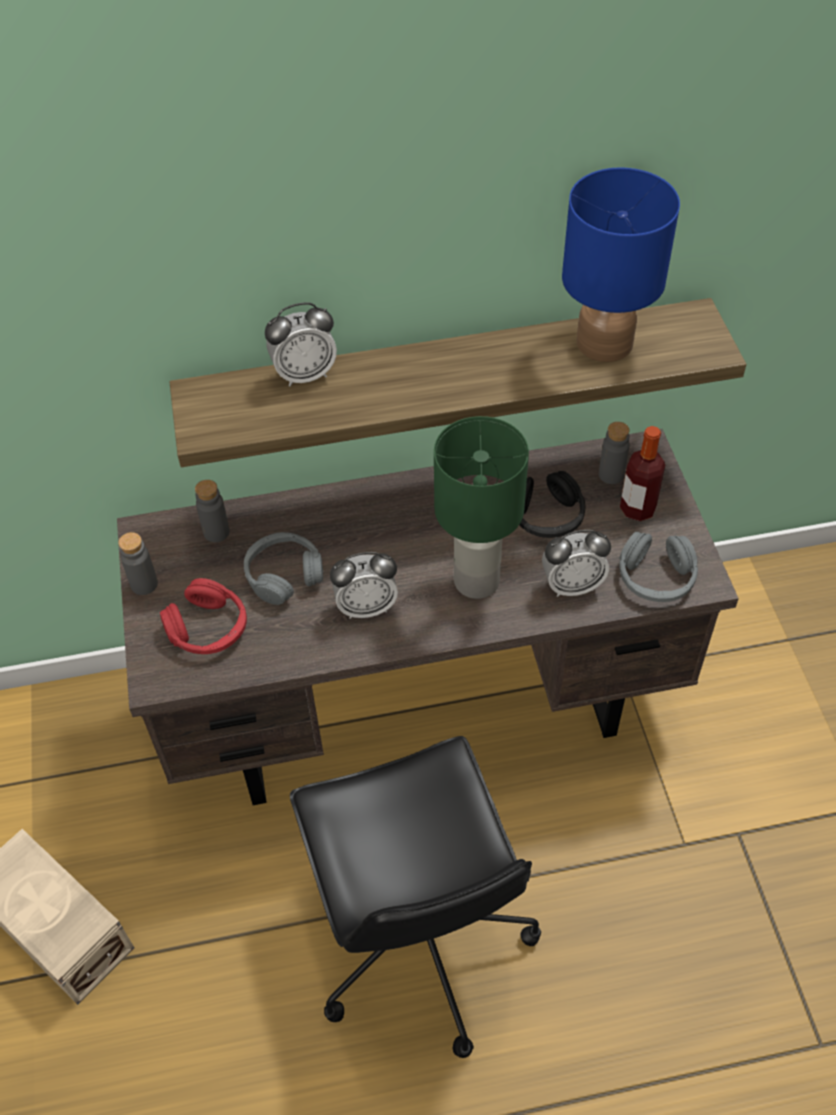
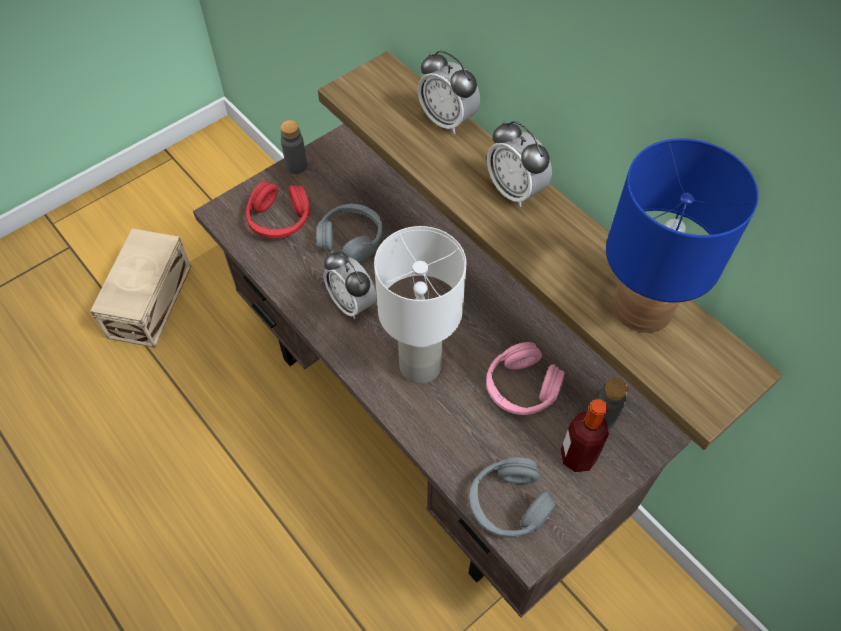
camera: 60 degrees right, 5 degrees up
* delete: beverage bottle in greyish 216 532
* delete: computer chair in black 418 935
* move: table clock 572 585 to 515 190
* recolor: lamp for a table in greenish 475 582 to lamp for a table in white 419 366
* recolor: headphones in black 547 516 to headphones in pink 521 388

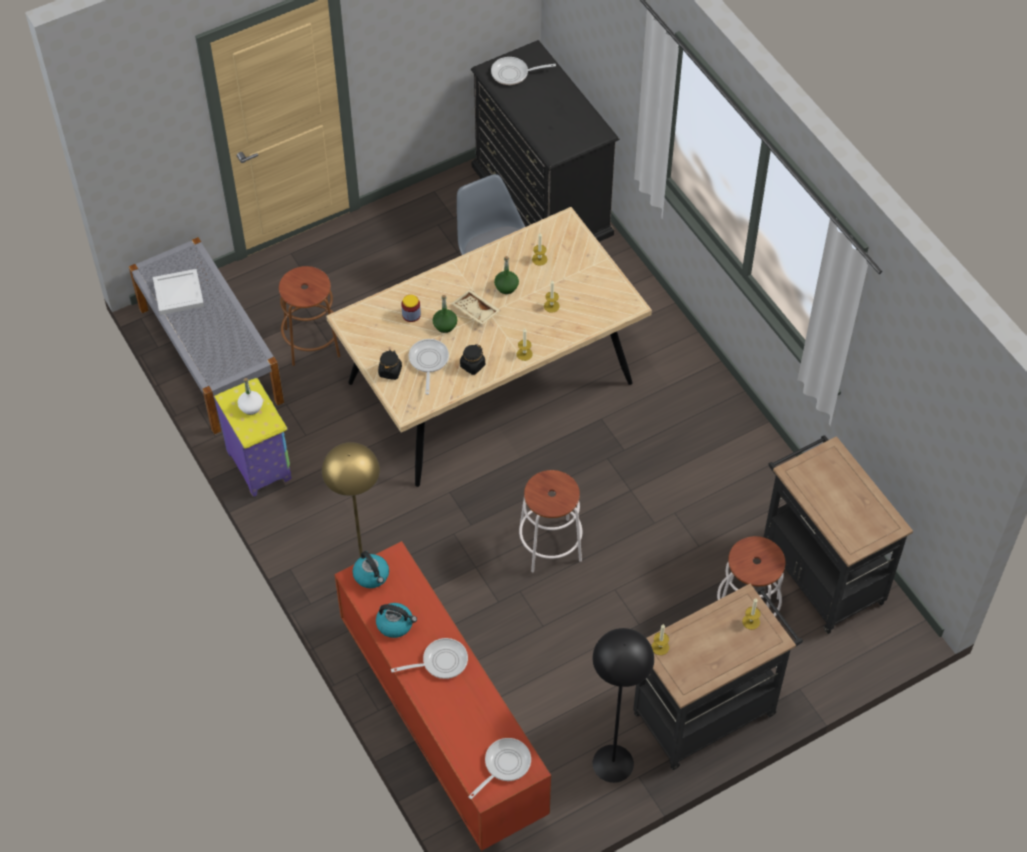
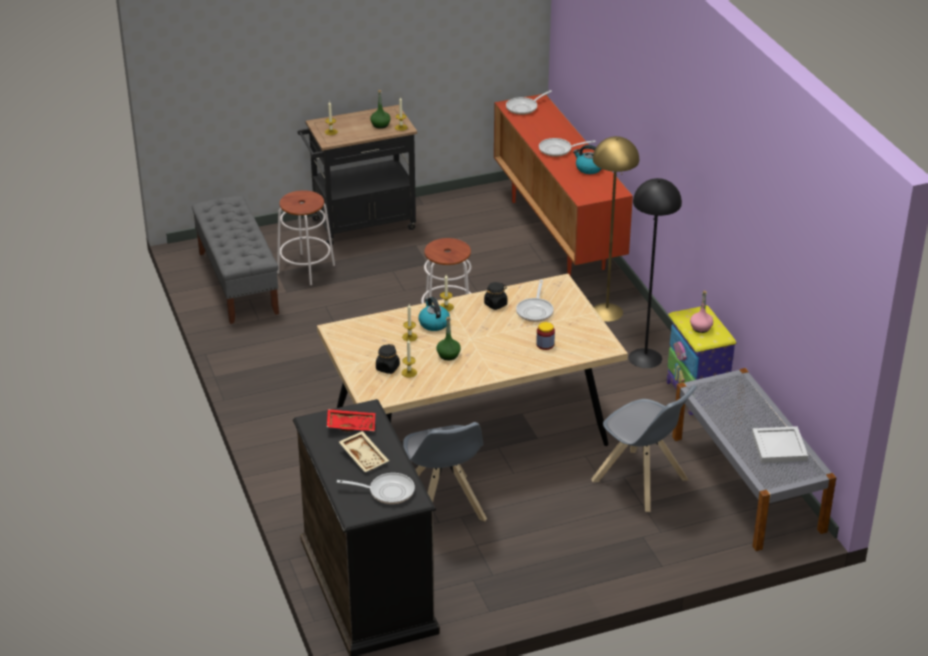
camera: 170 degrees left, 20 degrees down
* insert: tray in reddish 351 425
* move: tea kettle 372 576 to 433 323
* move: jar in black 390 371 to 387 368
* move: beverage bottle in greenish 445 325 to 380 125
* move: tray in beige 475 311 to 364 456
* move: floor lamp in black 612 763 to 645 358
* replace: stool seat in brownish 312 342 to chair in greyish 642 481
* replace: cart in black 819 572 to long seat in greyish 237 282
* recolor: beverage bottle in white 251 407 to beverage bottle in pink 701 328

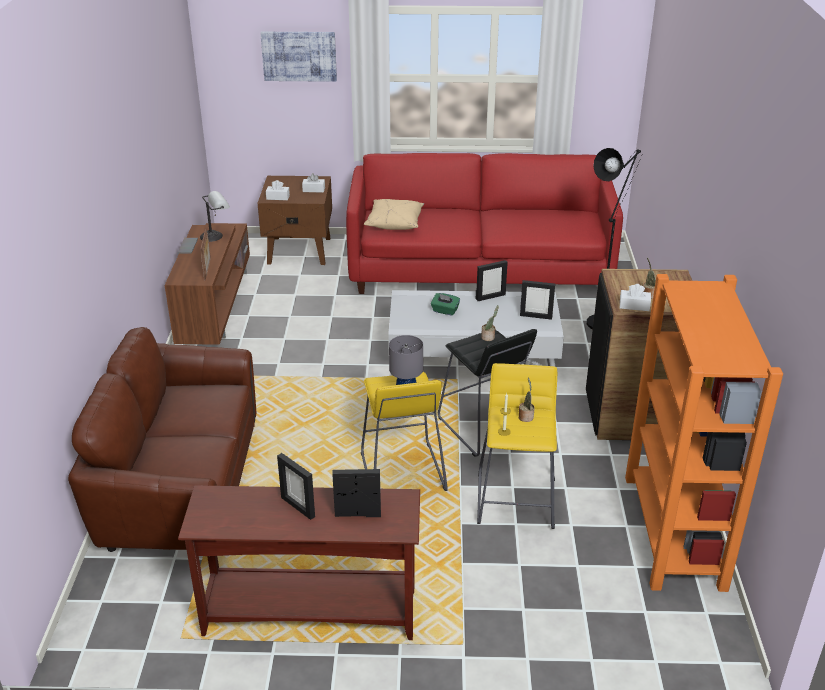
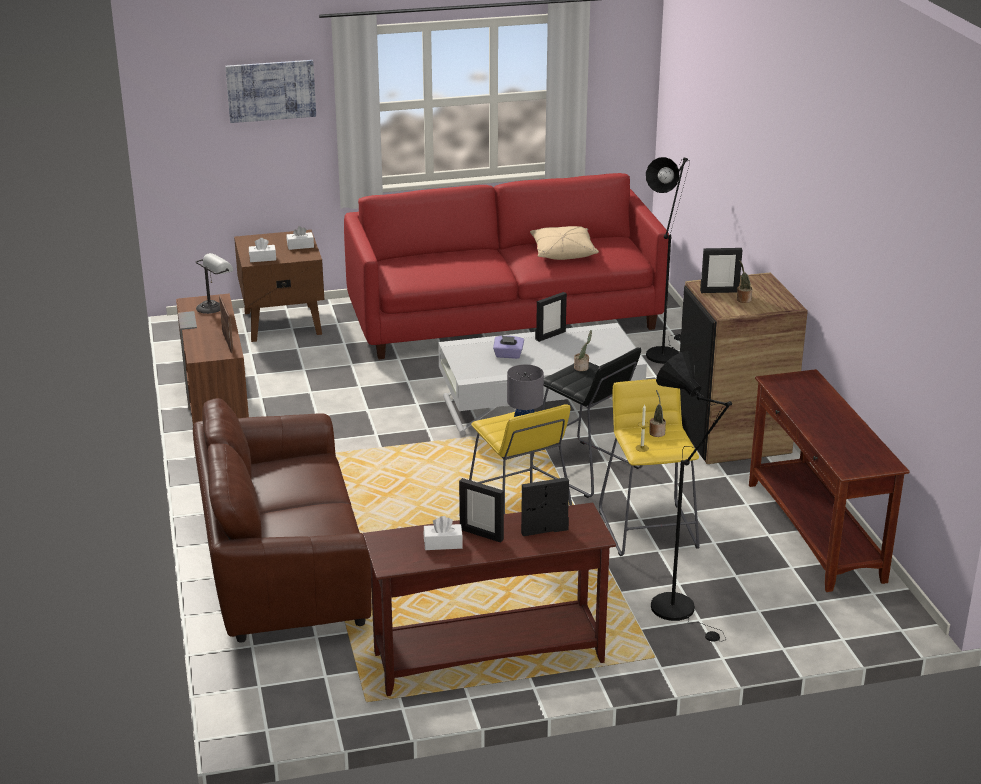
camera: 15 degrees left, 5 degrees down
* insert: floor lamp in black 680 611
* move: pillow in beige 394 223 to 562 253
* move: picture frame 536 316 to 719 291
* move: tissue holder in white 634 306 to 443 544
* replace: bookshelf in orangey 673 531 to console table in brownish 815 532
* recolor: tissue holder in greenish 445 311 to tissue holder in purple-coloured 508 355

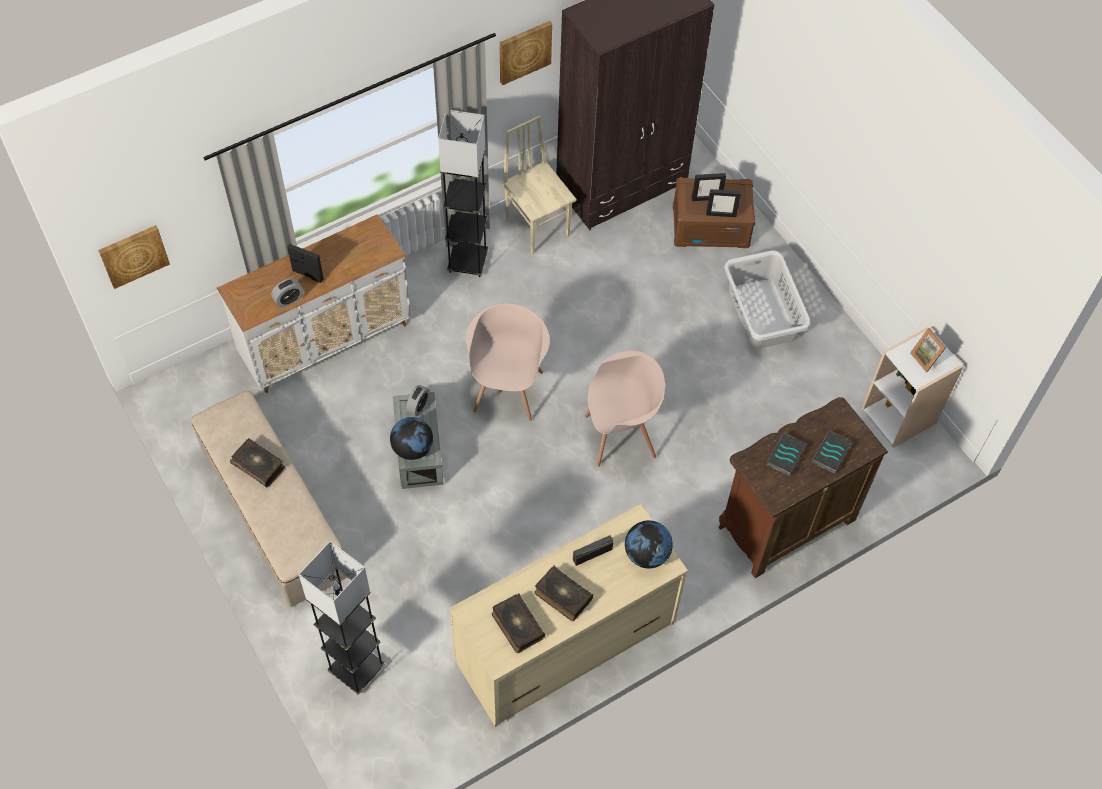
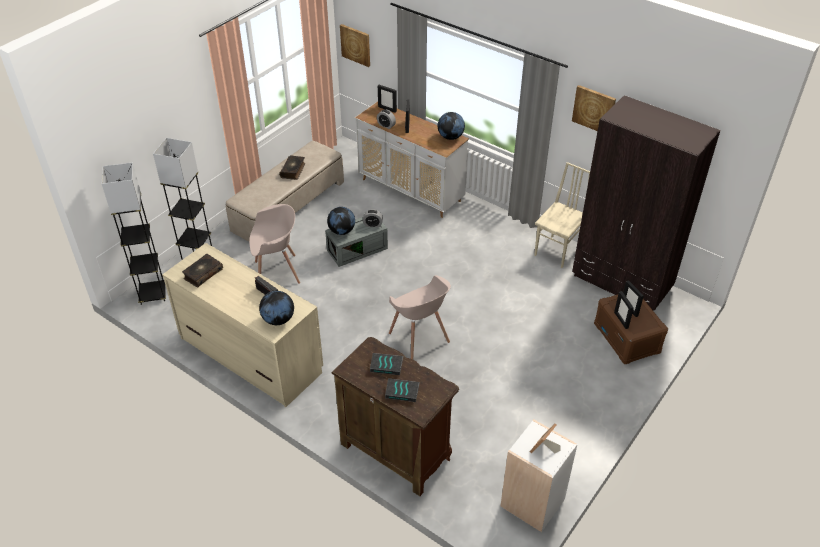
camera: 70 degrees right, 15 degrees down
* delete: bound book 562 596
* delete: hamper in greyish 761 314
* insert: picture frame 387 109
* insert: world globe 450 137
* move: floor lamp in greyish 468 262 to 153 294
* move: chair in beige 508 390 to 278 272

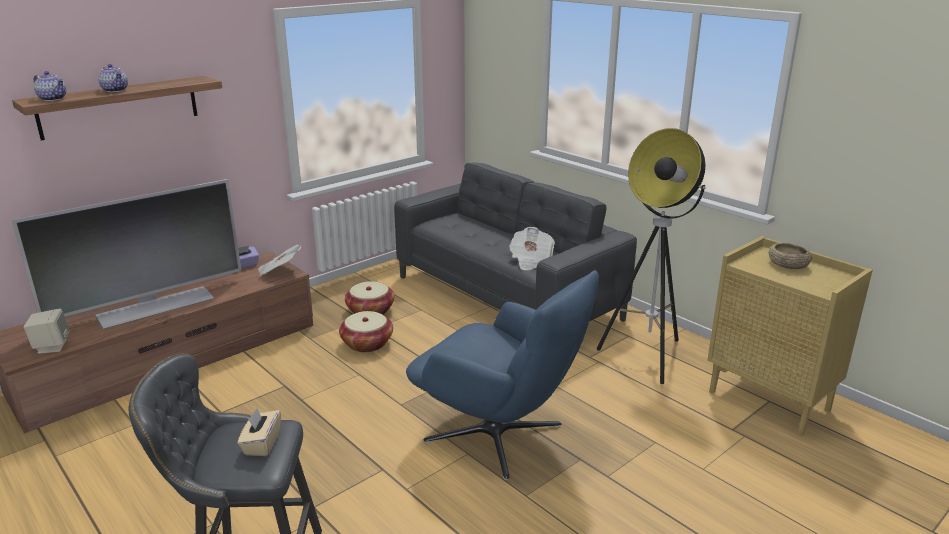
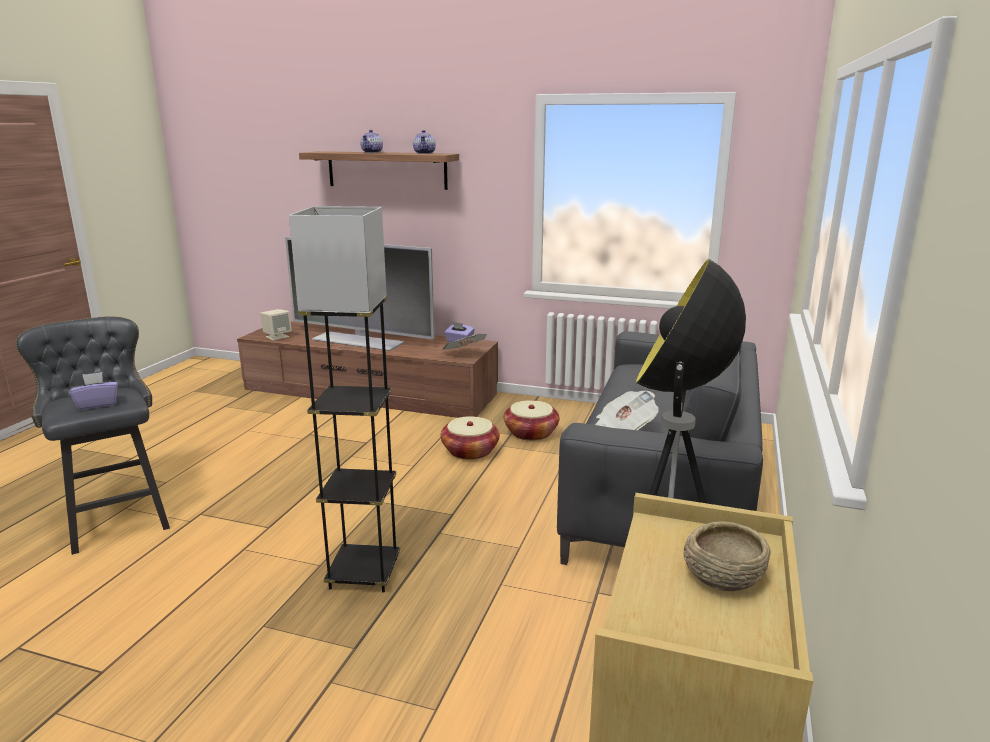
camera: 60 degrees right, 5 degrees down
* move: pot for tea 53 99 to 425 153
* replace: easy chair in blue 497 435 to floor lamp in greyish 363 573
* recolor: tissue holder in beige 261 444 to tissue holder in purple-coloured 97 404

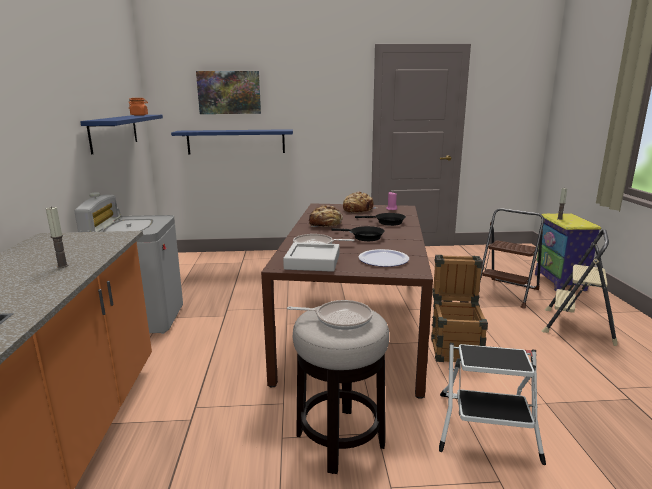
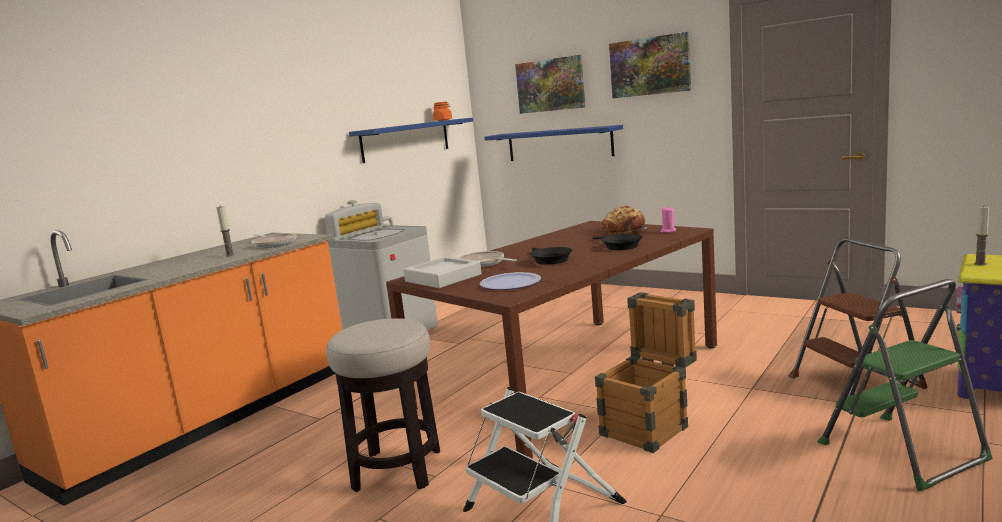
camera: 40 degrees right, 5 degrees down
* delete: bread 325 224
* insert: wall art 650 66
* move: skillet 340 319 to 274 244
* recolor: step stool in beige 582 327 to step stool in greenish 906 453

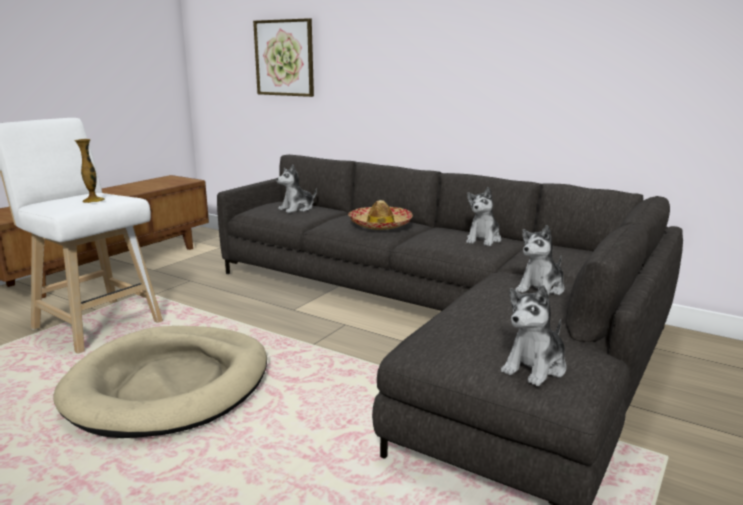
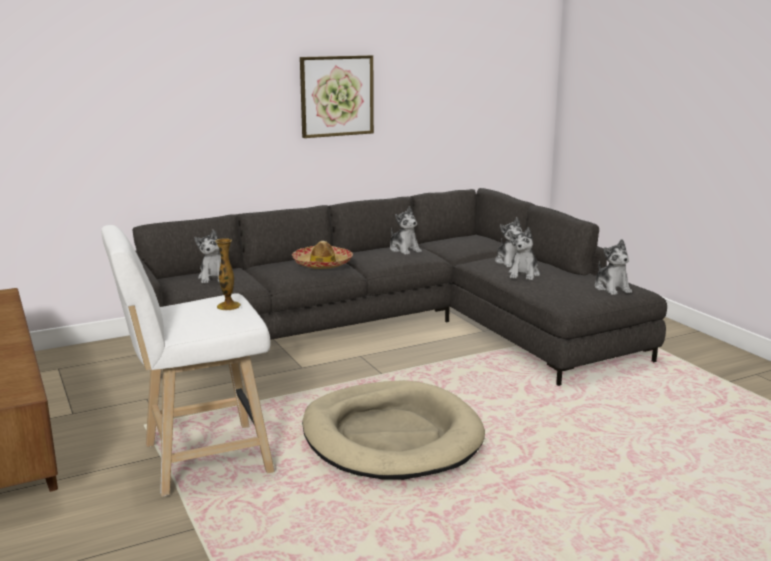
camera: 60 degrees left, 0 degrees up
* insert: soft toy 524 274
* move: wall art 284 58 to 336 96

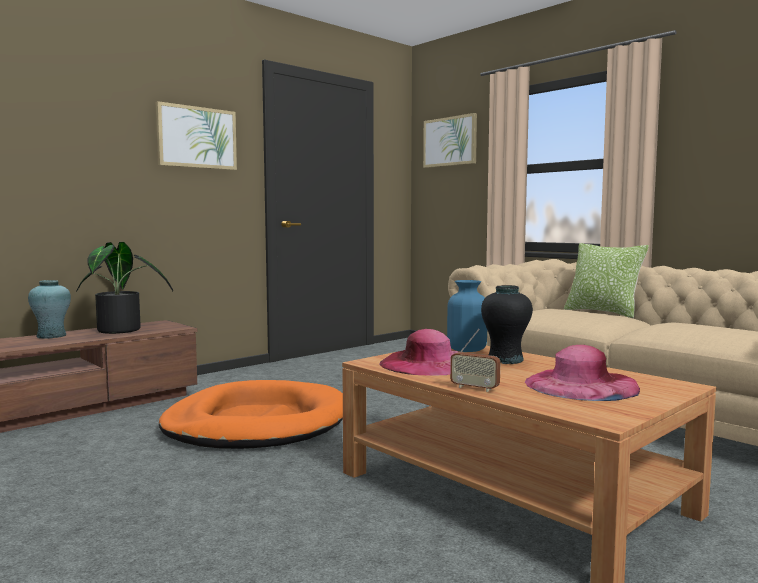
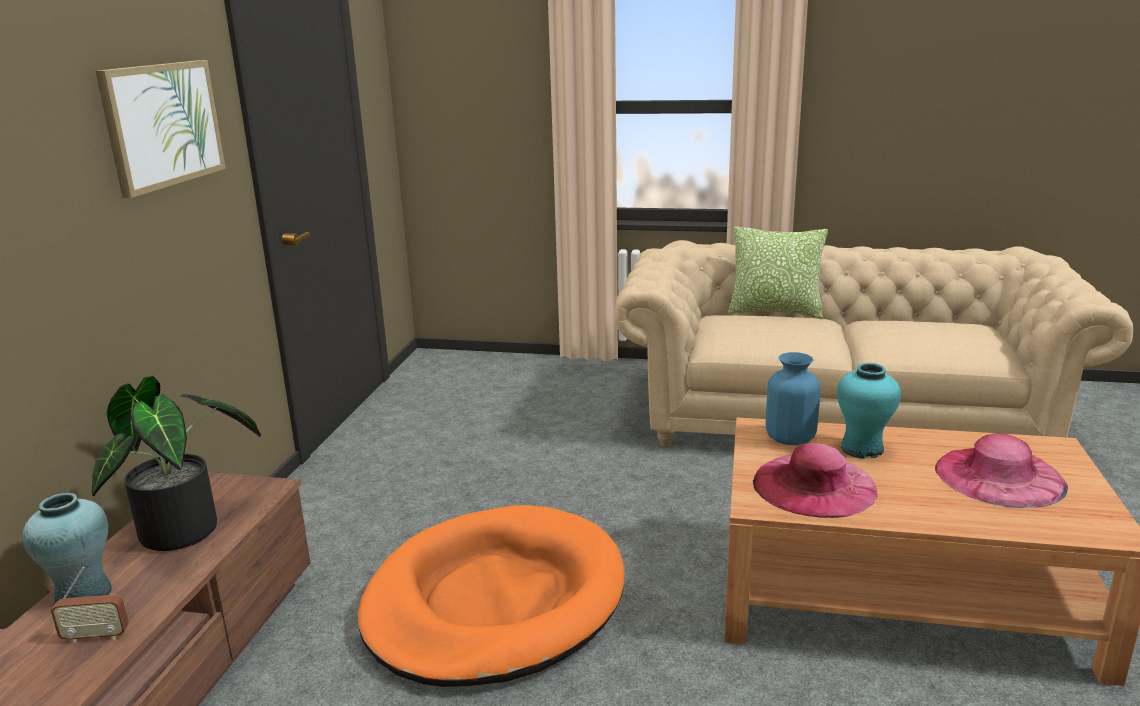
camera: 35 degrees left, 15 degrees up
* delete: wall art 450 141
* move: radio 474 388 to 96 636
* recolor: flower vase in black 505 360 to flower vase in turquoise-coloured 862 449

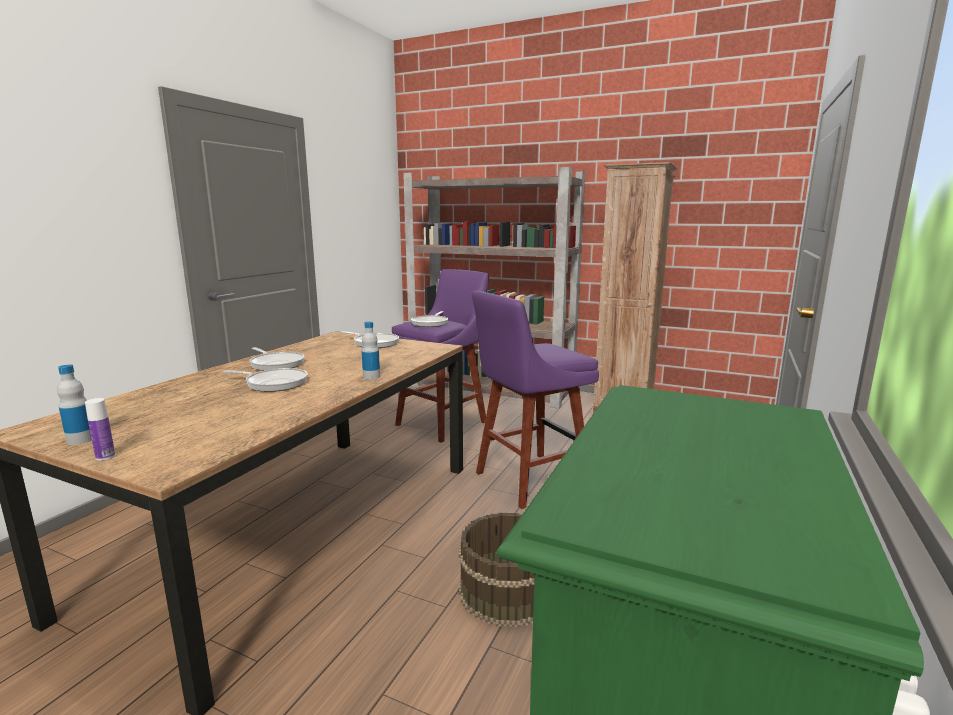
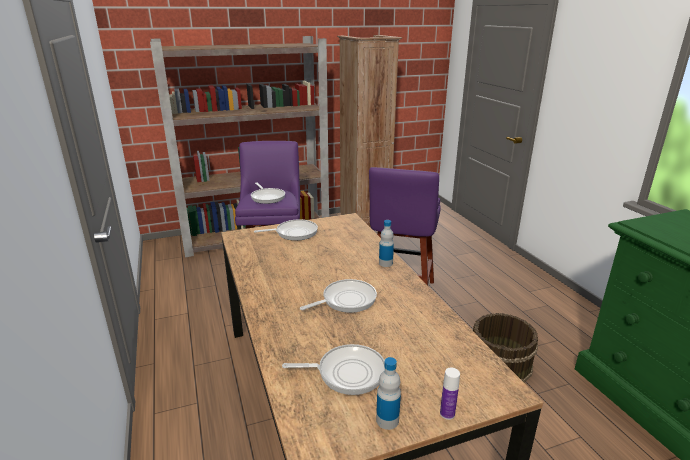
camera: 45 degrees left, 10 degrees up
* move: skillet 276 364 to 347 373

